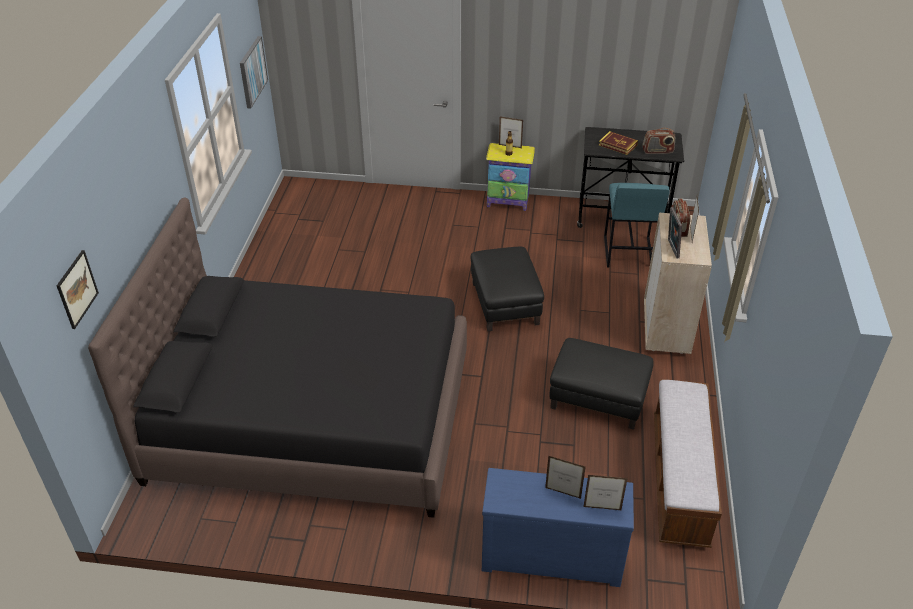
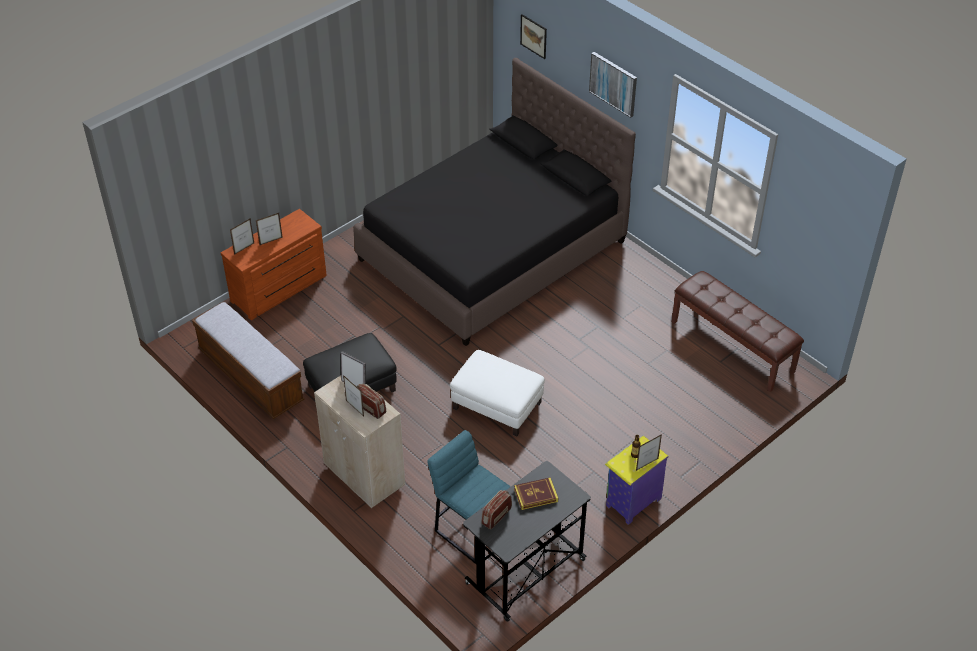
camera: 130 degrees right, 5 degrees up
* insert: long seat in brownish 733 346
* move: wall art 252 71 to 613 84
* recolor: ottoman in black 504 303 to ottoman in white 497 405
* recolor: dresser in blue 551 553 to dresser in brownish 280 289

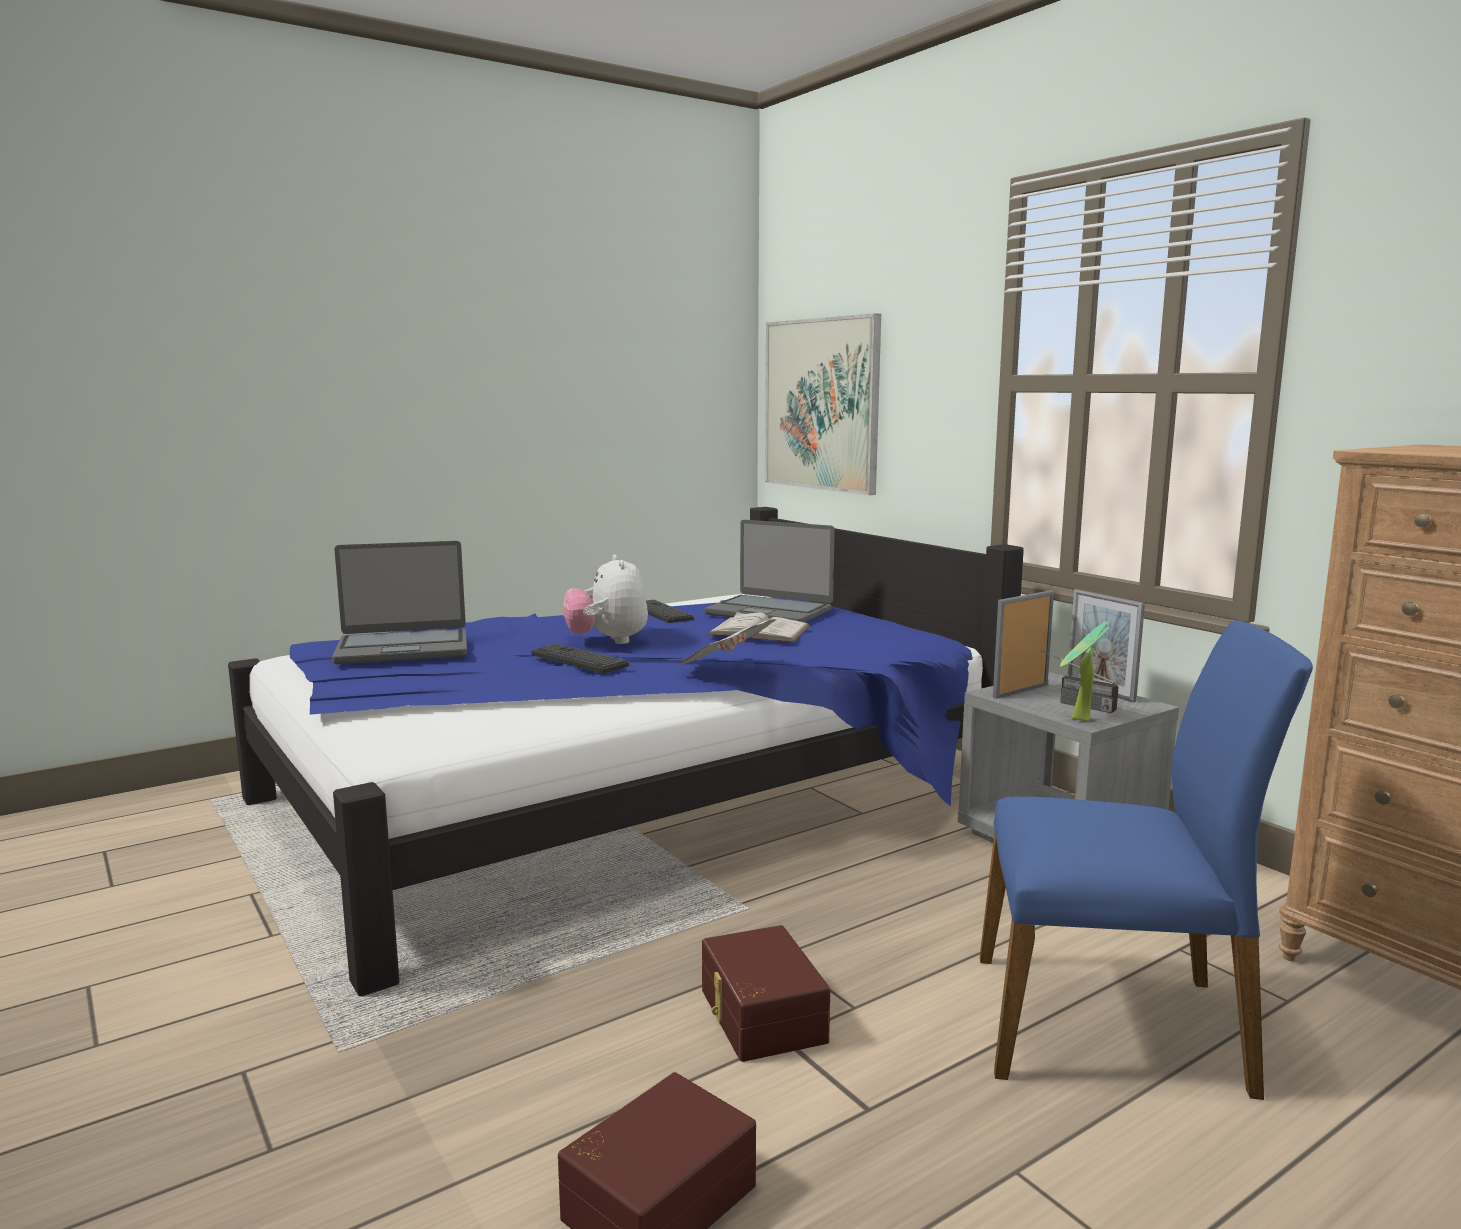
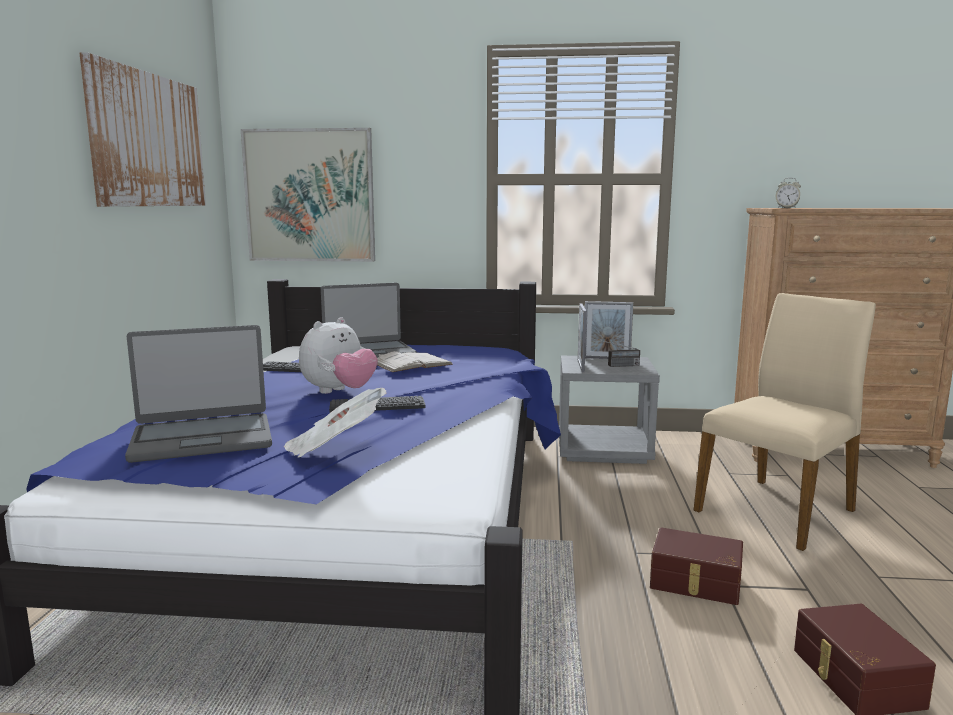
camera: 50 degrees left, 0 degrees up
* delete: houseplant 1078 720
* insert: wall art 148 140
* insert: table clock 786 208
* move: daily paper 725 669 to 334 448
* recolor: chair in blue 1111 1024 to chair in beige 778 510
* rotate: laptop 403 648 = 202 439 45 degrees clockwise
* rotate: soft toy 608 641 = 339 392 75 degrees counterclockwise

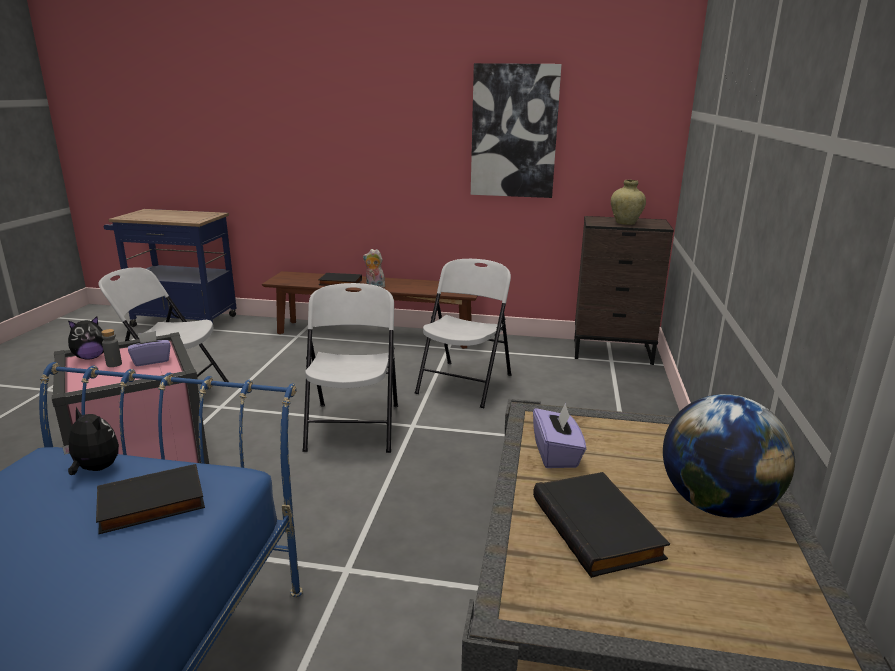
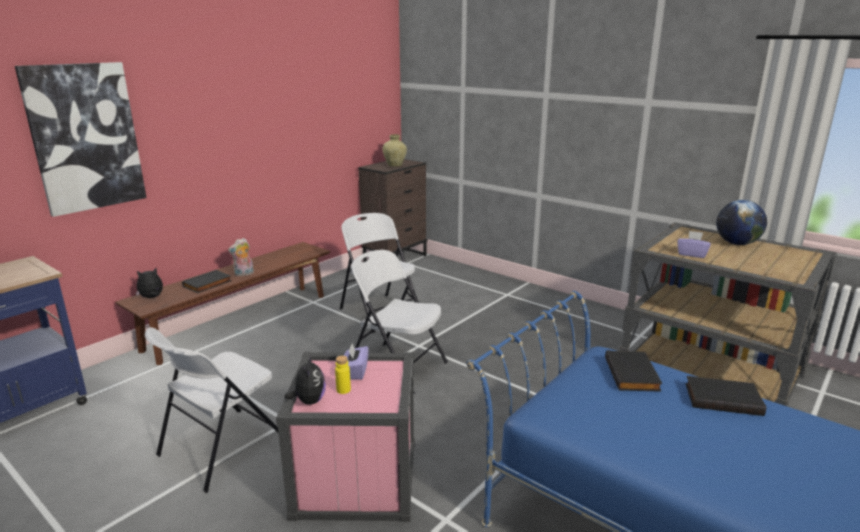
camera: 60 degrees left, 0 degrees up
* move: soft toy 95 469 to 152 298
* move: wall art 514 132 to 85 137
* move: bound book in black 599 527 to 723 398
* recolor: beverage bottle in greyish 114 364 to beverage bottle in yellow-coloured 343 390

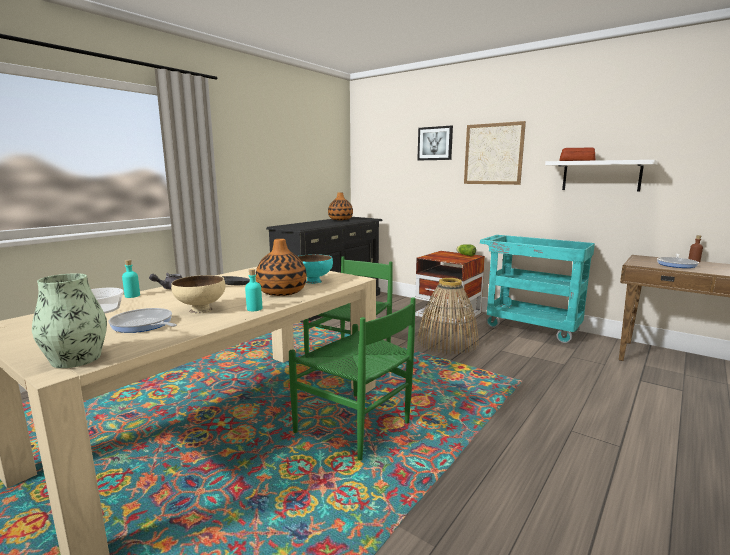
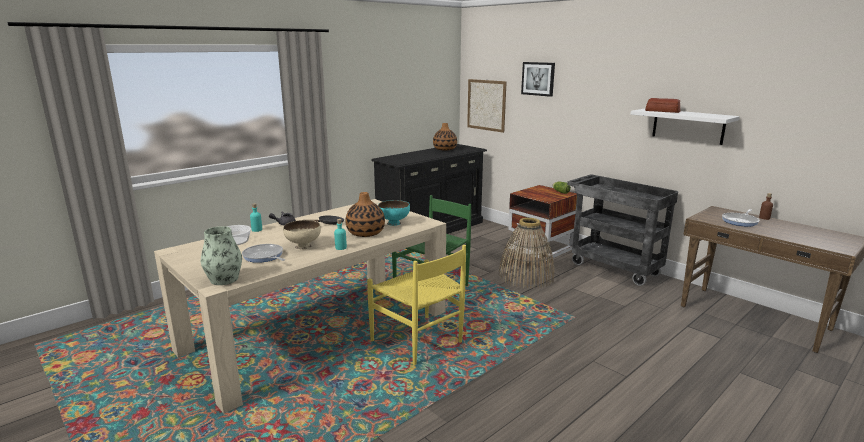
camera: 10 degrees right, 5 degrees up
* move: wall art 493 153 to 486 104
* recolor: chair in greenish 355 426 to chair in yellow-coloured 419 341
* recolor: cart in turquoise-coloured 527 329 to cart in black 611 269

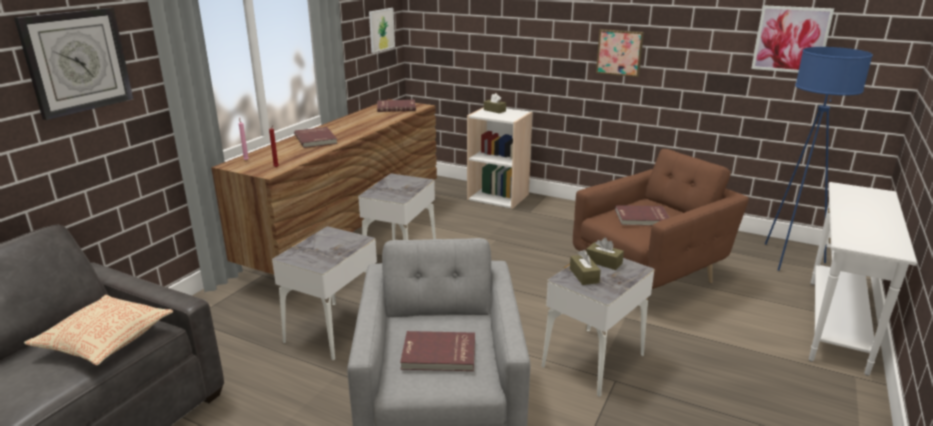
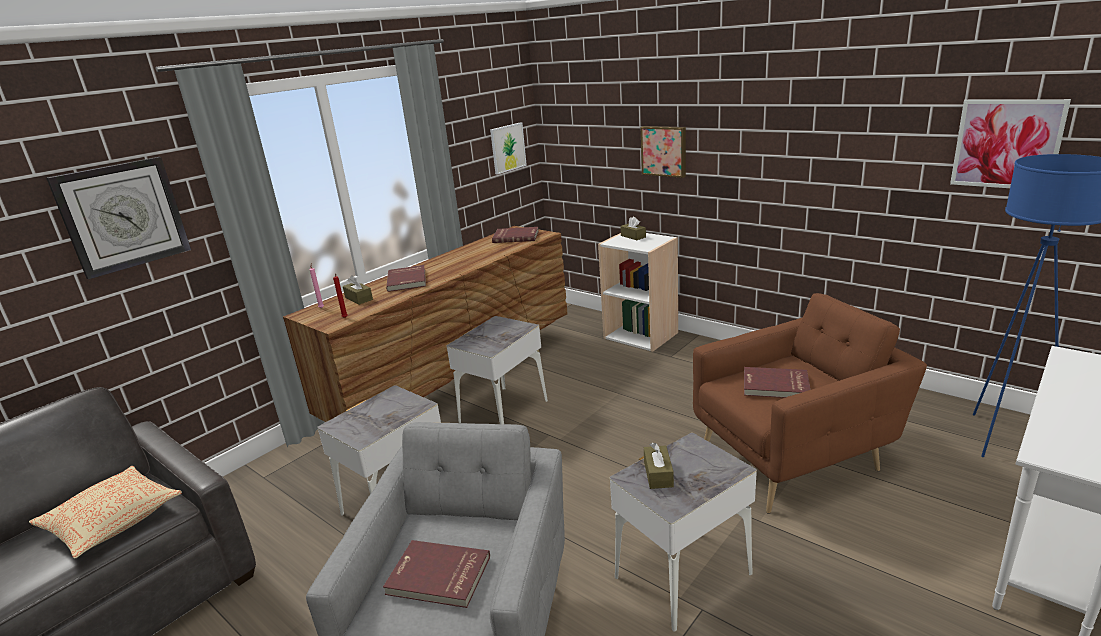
camera: 15 degrees right, 0 degrees up
* move: tissue holder in brownish 603 262 to 359 298
* move: wall art 620 52 to 664 151

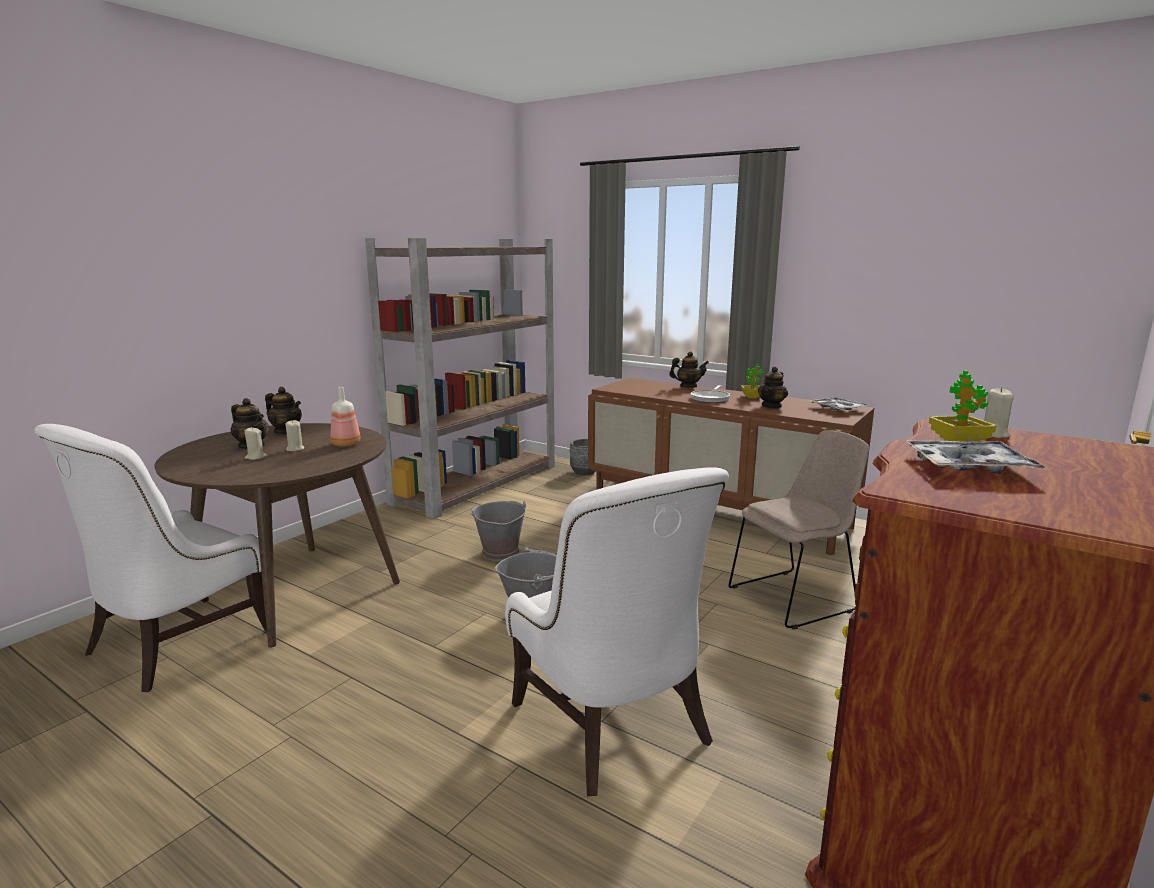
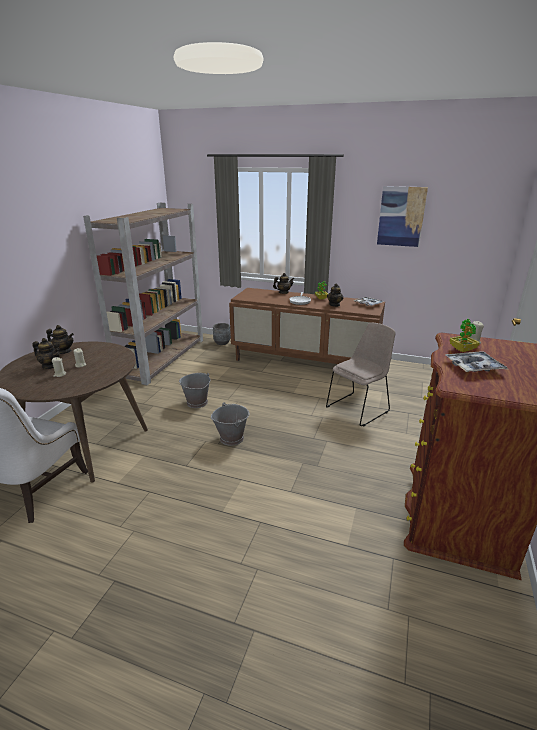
camera: 15 degrees left, 10 degrees up
* delete: beverage bottle 346 444
* delete: chair in white 612 723
* insert: wall art 401 216

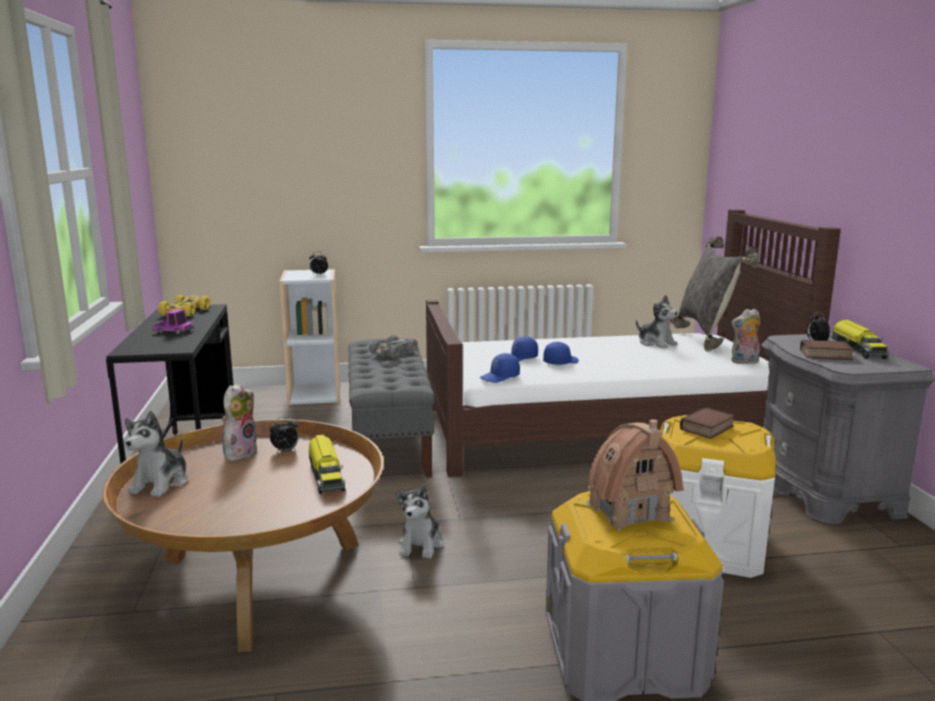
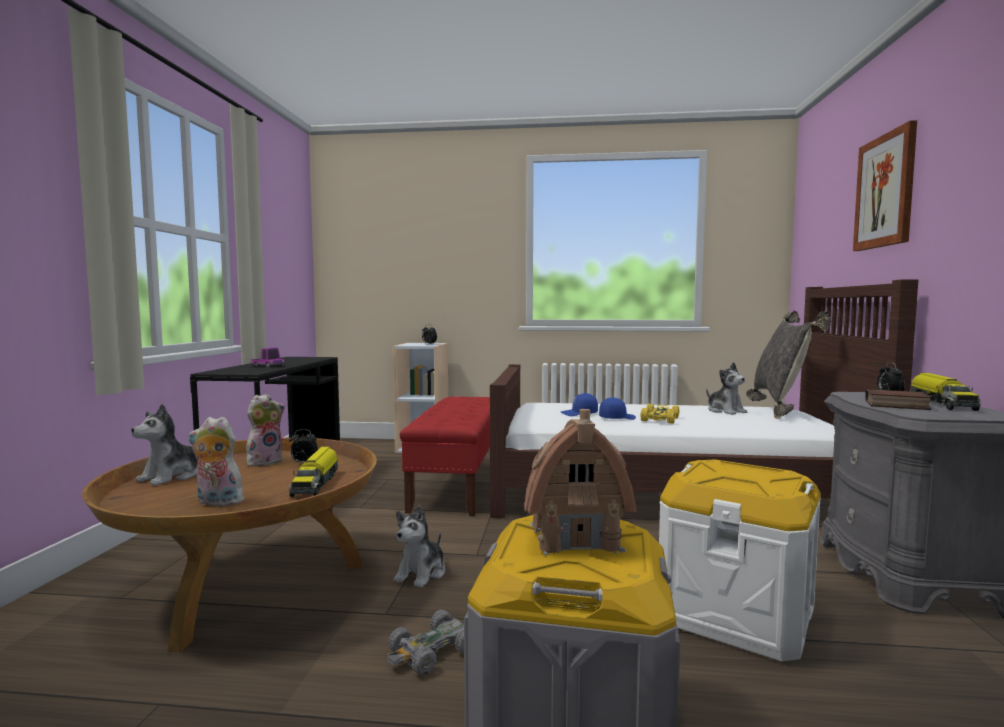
camera: 15 degrees right, 10 degrees down
* delete: cap in blue 500 377
* delete: bound book 708 428
* insert: wall art 885 191
* move: model car in yellow-coloured 185 312 to 659 419
* move: model car in greyish 393 353 to 432 652
* move: soft toy 744 362 to 217 502
* recolor: long seat in greyish 389 441 to long seat in reddish 457 484

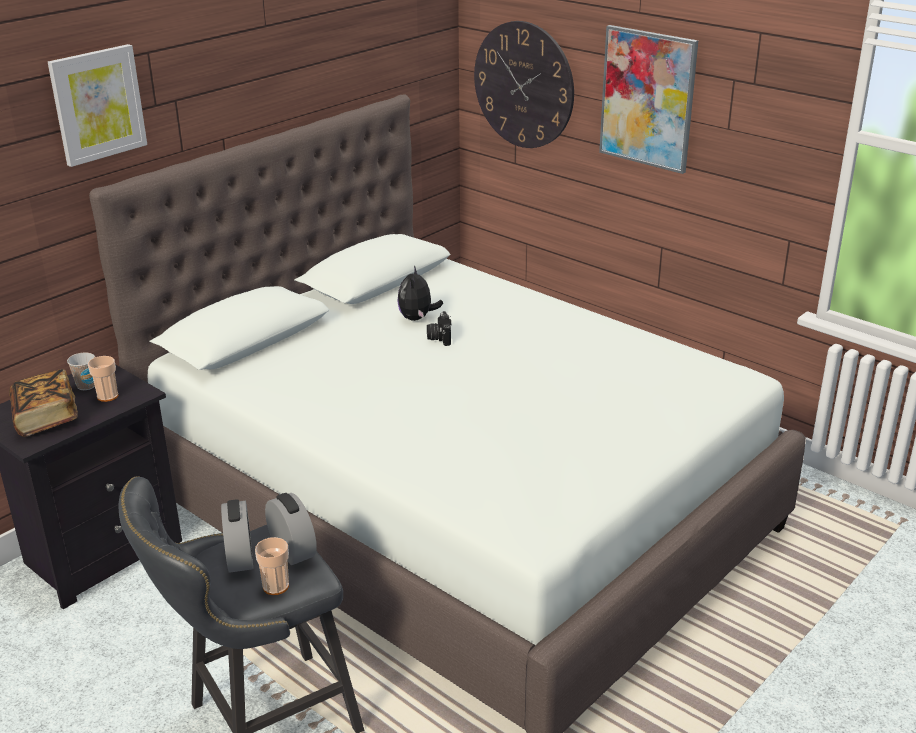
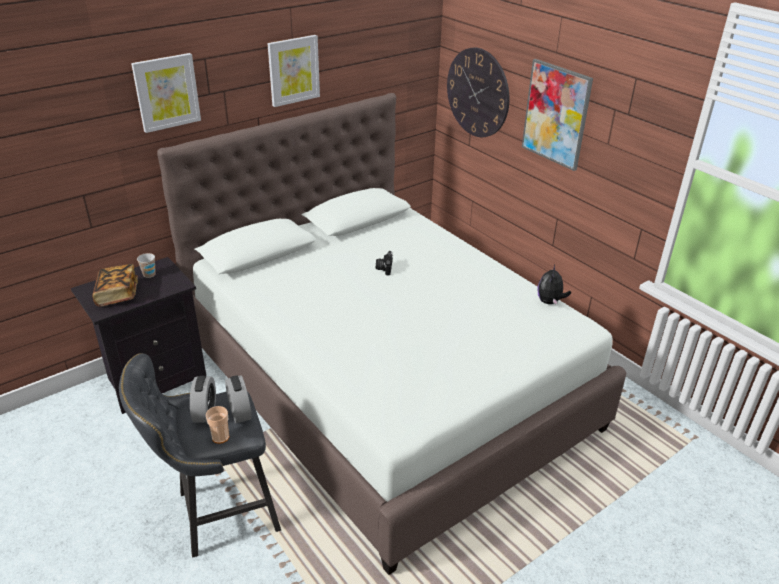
camera: 10 degrees right, 5 degrees up
* delete: cup 107 396
* insert: wall art 293 70
* move: soft toy 417 318 to 550 302

